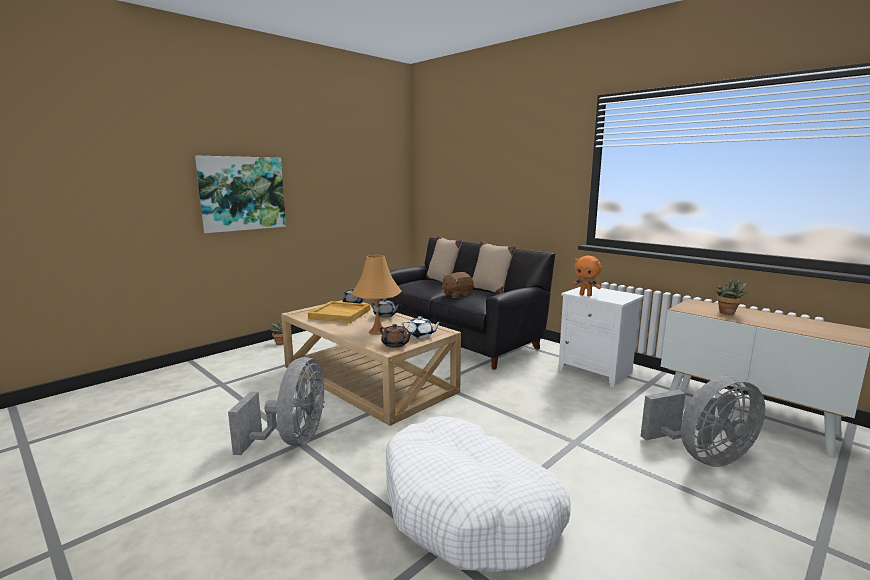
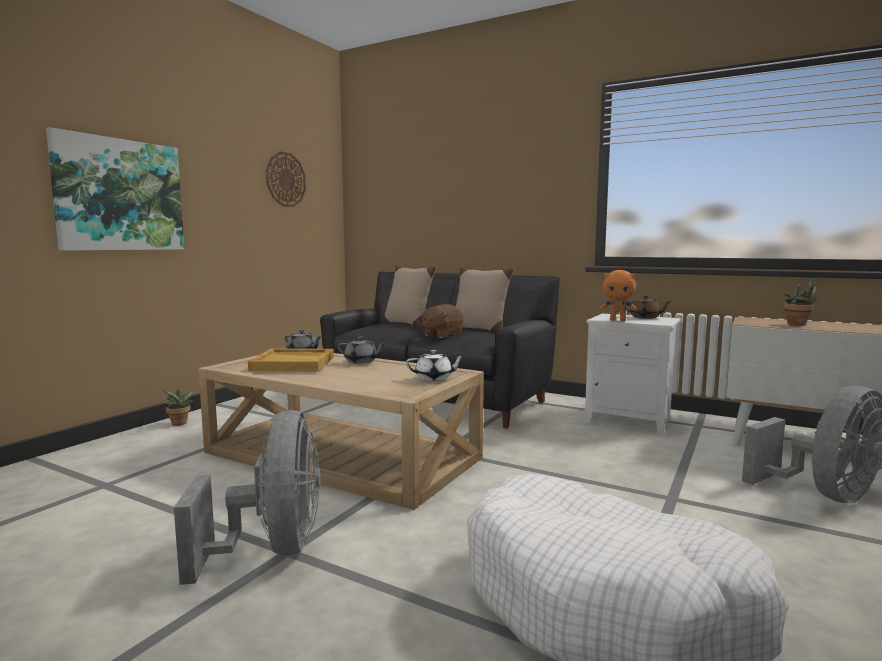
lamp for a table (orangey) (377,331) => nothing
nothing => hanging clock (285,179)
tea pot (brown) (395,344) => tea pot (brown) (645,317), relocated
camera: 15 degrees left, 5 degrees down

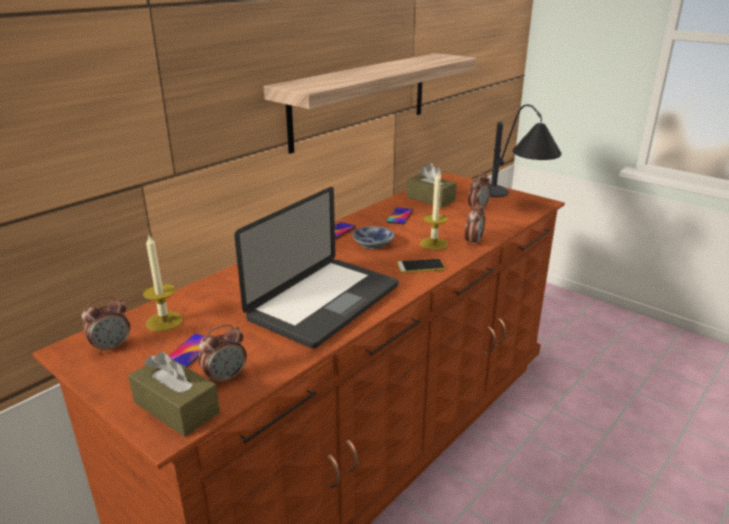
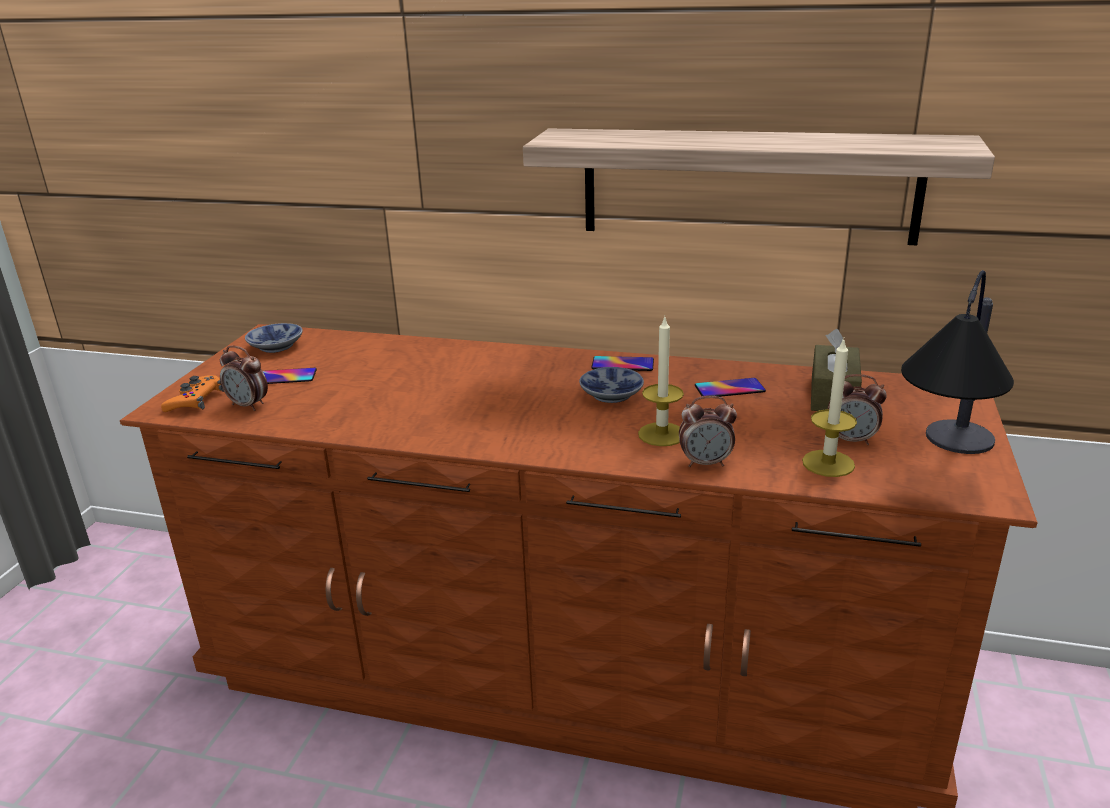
portable computer (324,302) => nothing
telephone (420,266) => nothing
wax light (164,321) => wax light (828,463), relocated
bedside clock (111,347) => deep dish (278,346)
box of tissues (brown) (176,407) => gamepad (orangey) (196,400)
camera: 65 degrees right, 0 degrees up

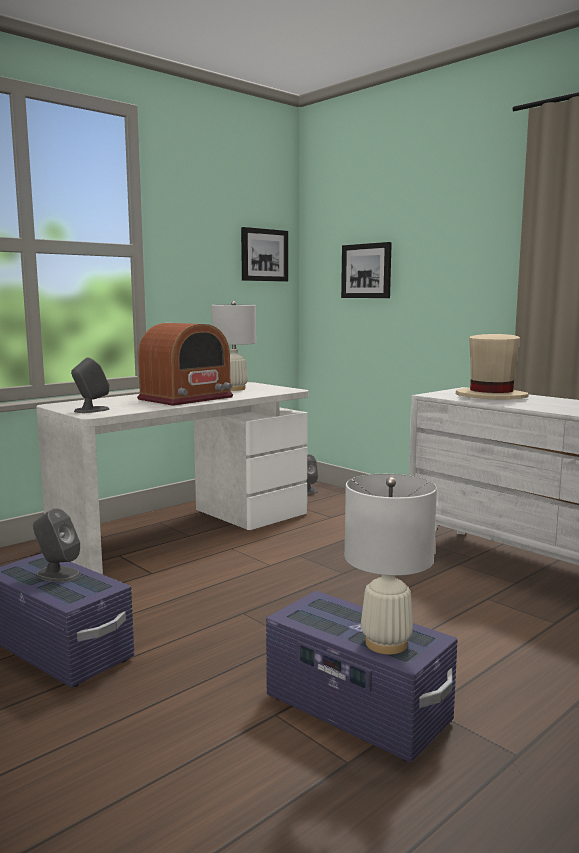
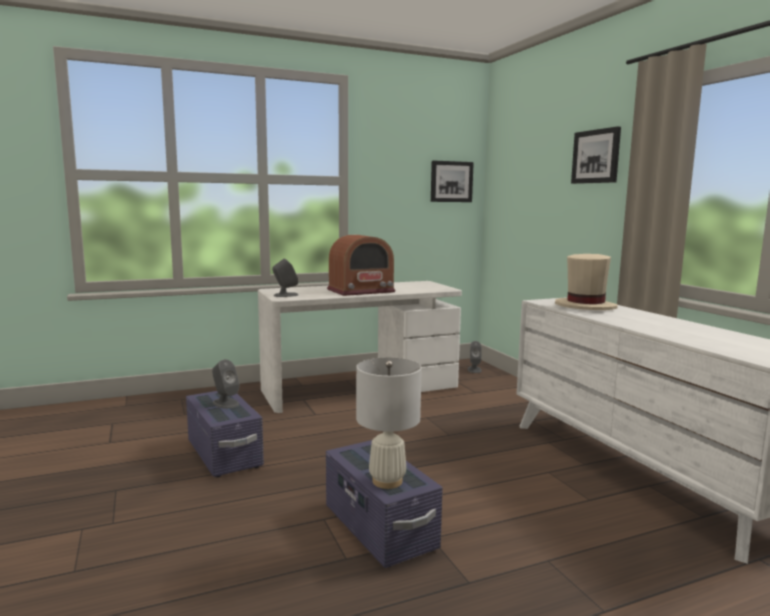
lamp for a table (whitish) (234,389) => nothing
wall art (366,271) => wall art (596,156), relocated
camera: 20 degrees right, 0 degrees up

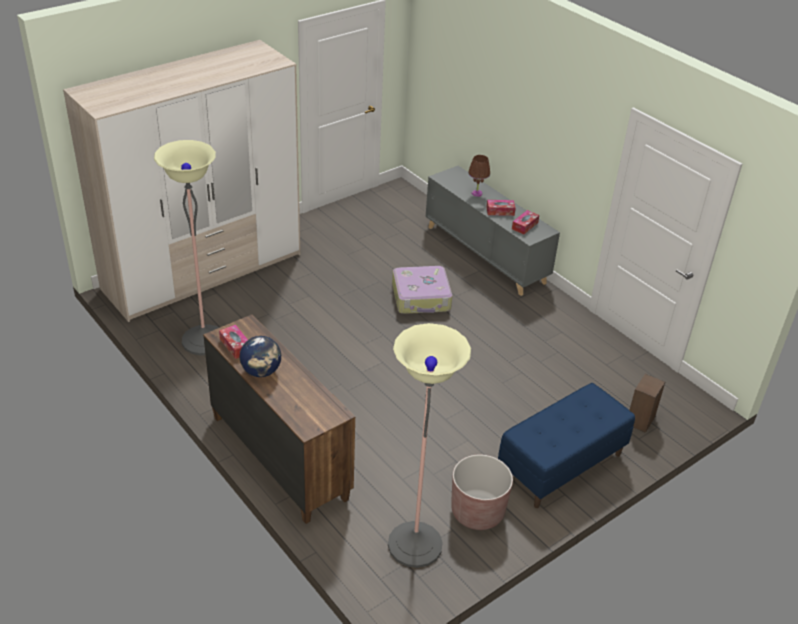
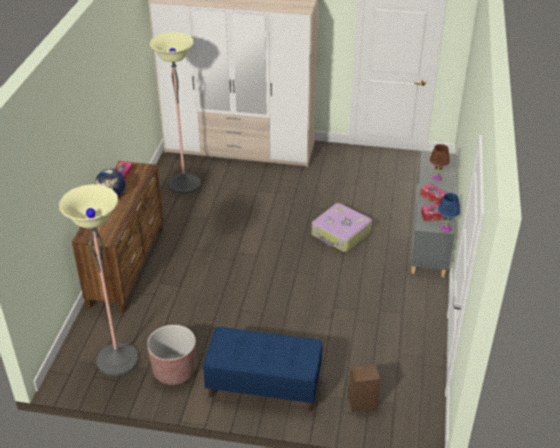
nothing => lamp for a table (blue-coloured) (445,228)
camera: 50 degrees right, 0 degrees up

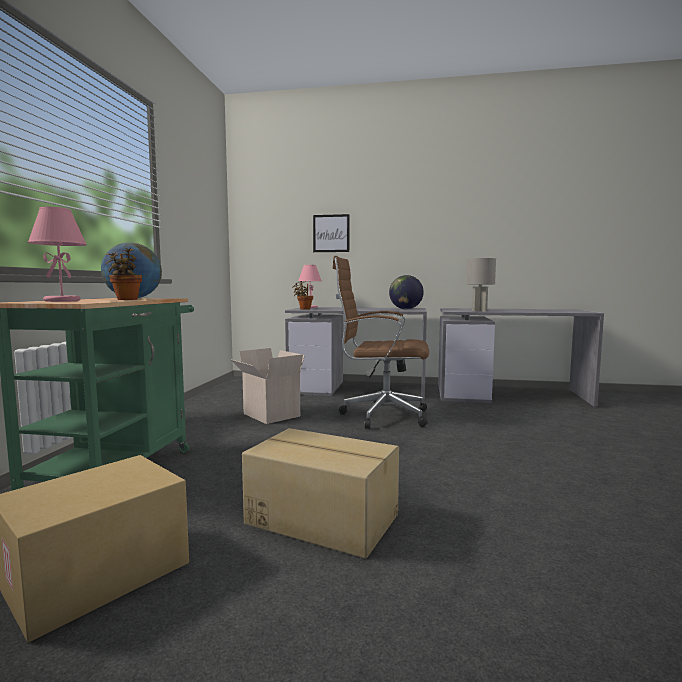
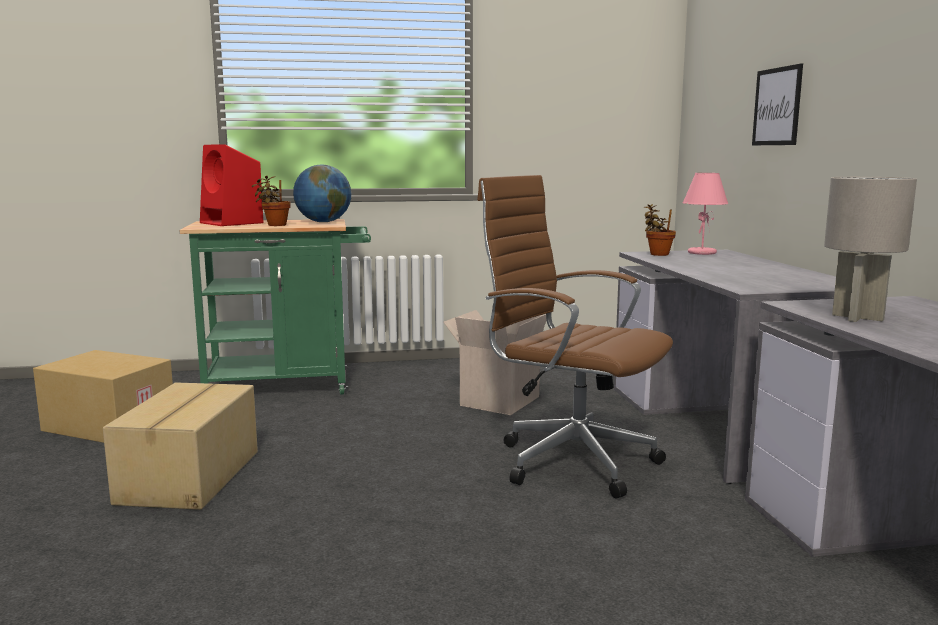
world globe (405,309) => nothing
lamp for a table (pink) (63,301) => audio speaker (red-coloured) (233,223)
desk chair (brown) (380,416) => desk chair (brown) (569,461), 45 degrees counterclockwise
camera: 70 degrees right, 5 degrees up

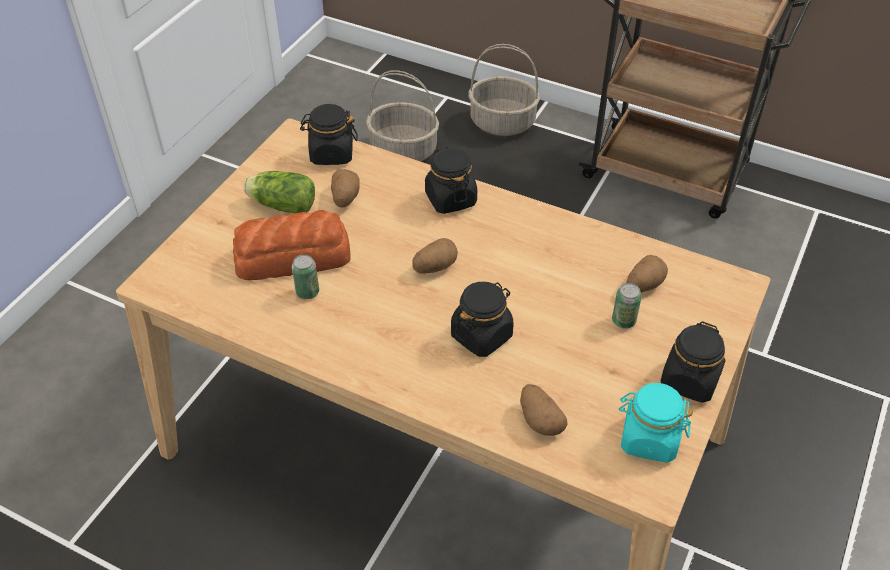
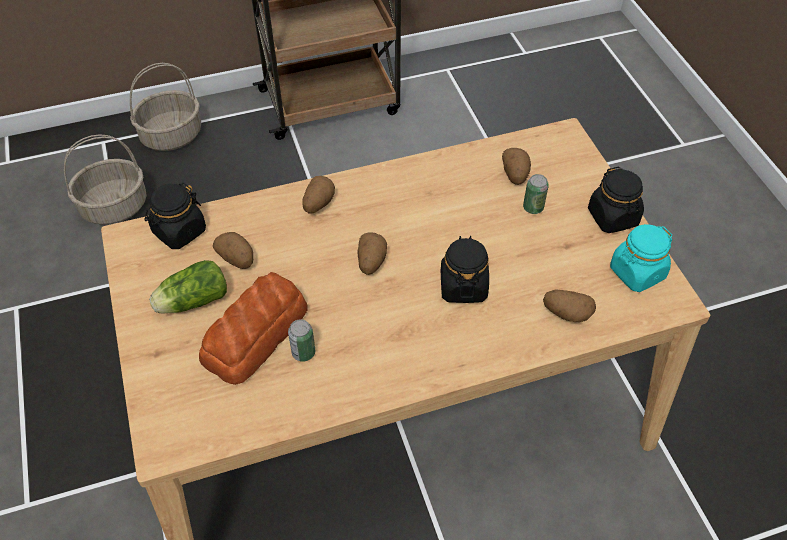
storage jar (black-coloured) (450,199) => potato (318,203)
camera: 45 degrees left, 5 degrees up

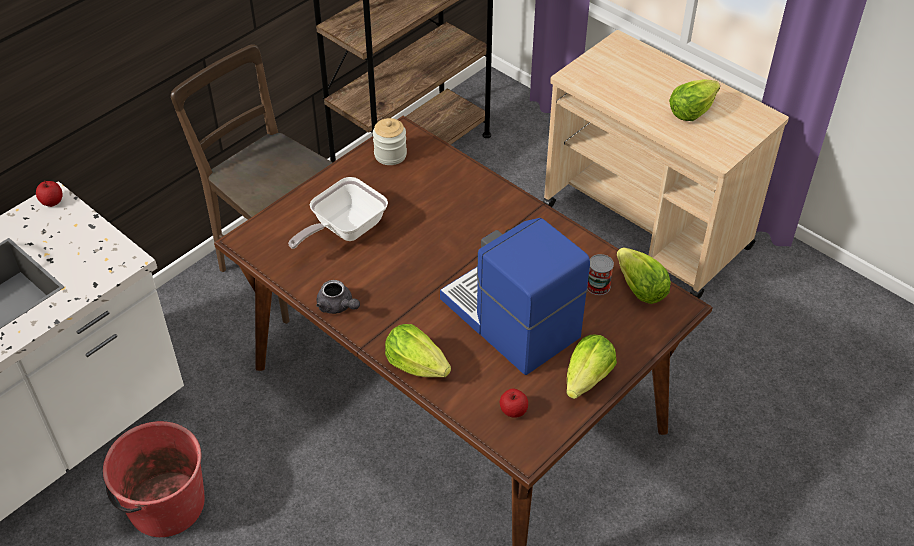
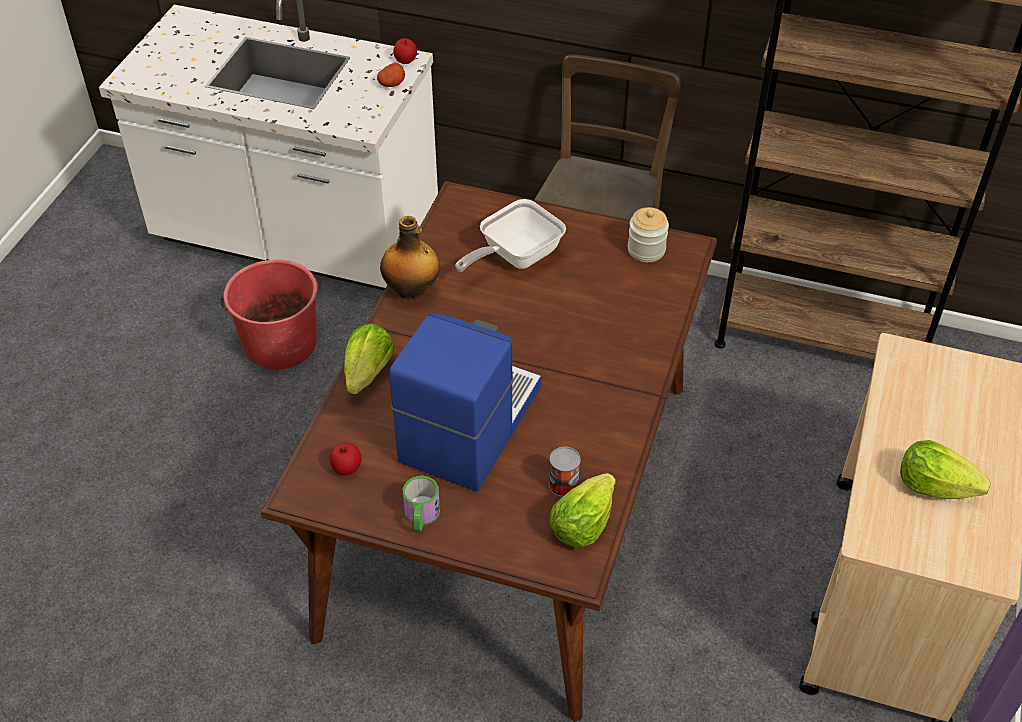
nothing => potato (392,84)
tea pot (grey) (338,306) => beverage bottle (412,290)
lettuce (588,378) => coffee mug (421,516)
pan (344,230) => pan (515,257), 60 degrees counterclockwise
camera: 65 degrees right, 0 degrees up

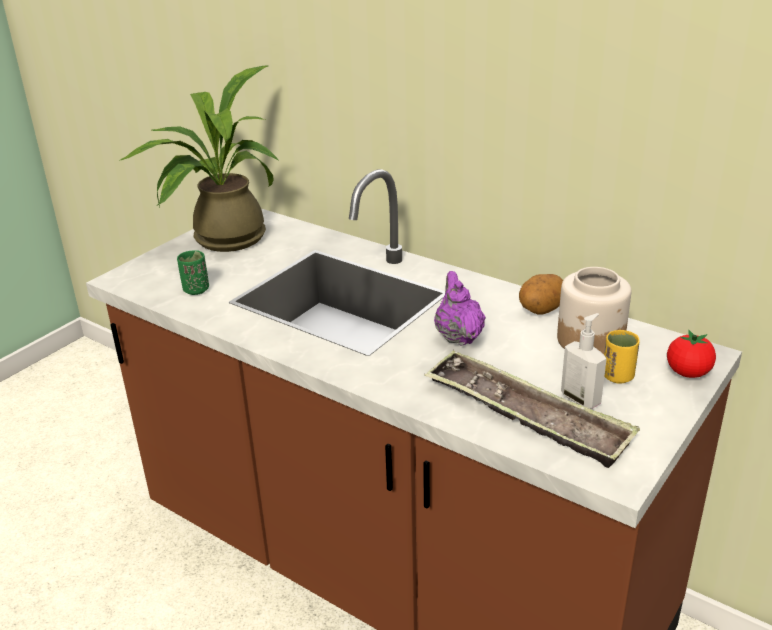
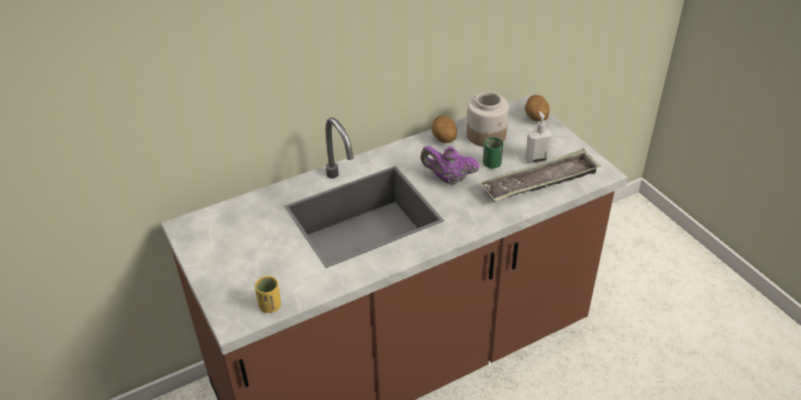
potted plant (221,240) => nothing
small cup (green) (196,290) => small cup (green) (492,164), relocated
small cup (yellowish) (617,376) => small cup (yellowish) (270,306), relocated
fresh tomato (688,373) => potato (535,118)
camera: 65 degrees left, 10 degrees up

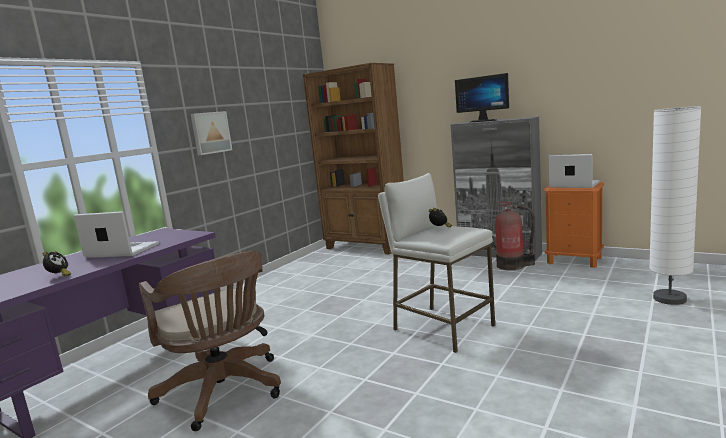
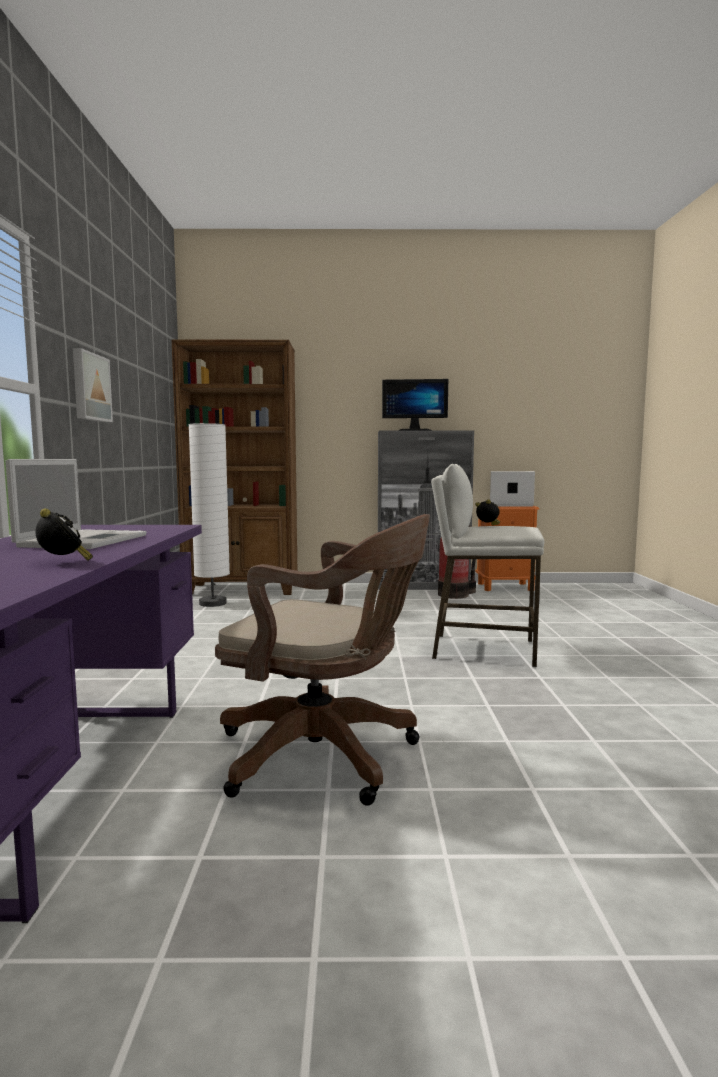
floor lamp (whitish) (669,299) => floor lamp (whitish) (213,603), relocated
portable computer (121,251) => portable computer (84,540), 120 degrees clockwise
camera: 35 degrees left, 5 degrees down

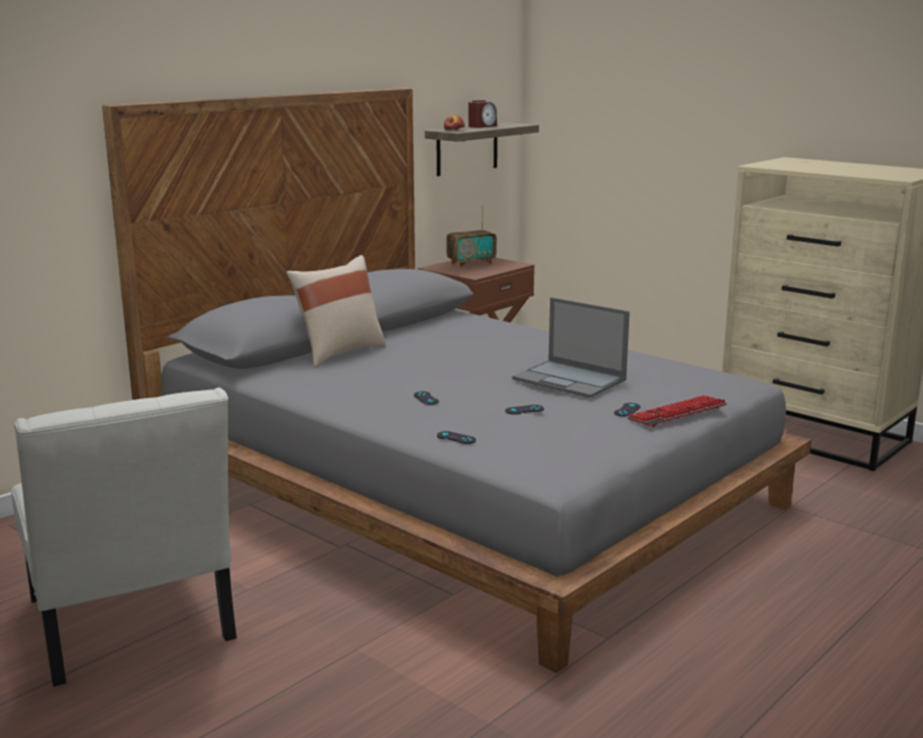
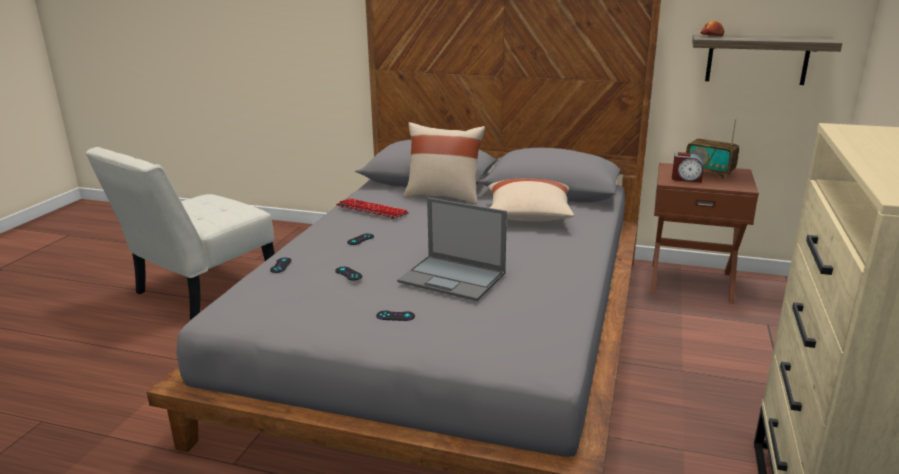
nothing => cushion (beige) (528,217)
bedside clock (482,126) => bedside clock (686,179), relocated
keyboard (677,413) => keyboard (371,210), relocated
portable computer (570,379) => portable computer (453,278), 75 degrees counterclockwise
camera: 65 degrees right, 5 degrees up

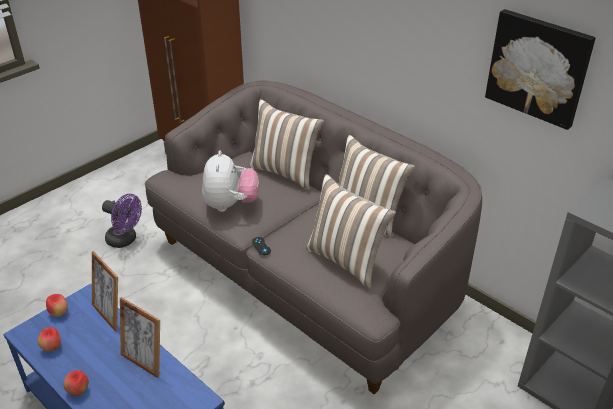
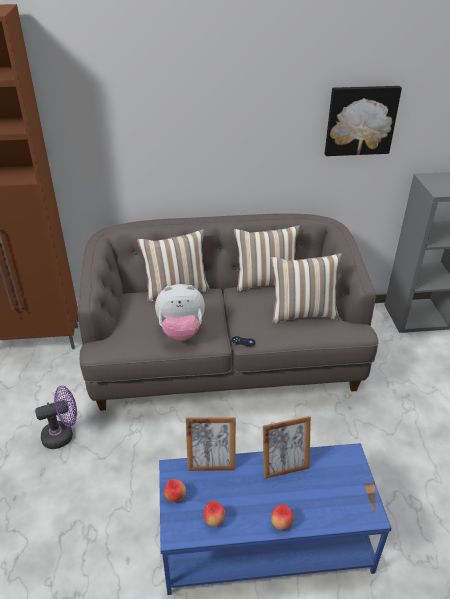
plush toy (230,205) => plush toy (181,332), 135 degrees clockwise
camera: 50 degrees left, 0 degrees up

